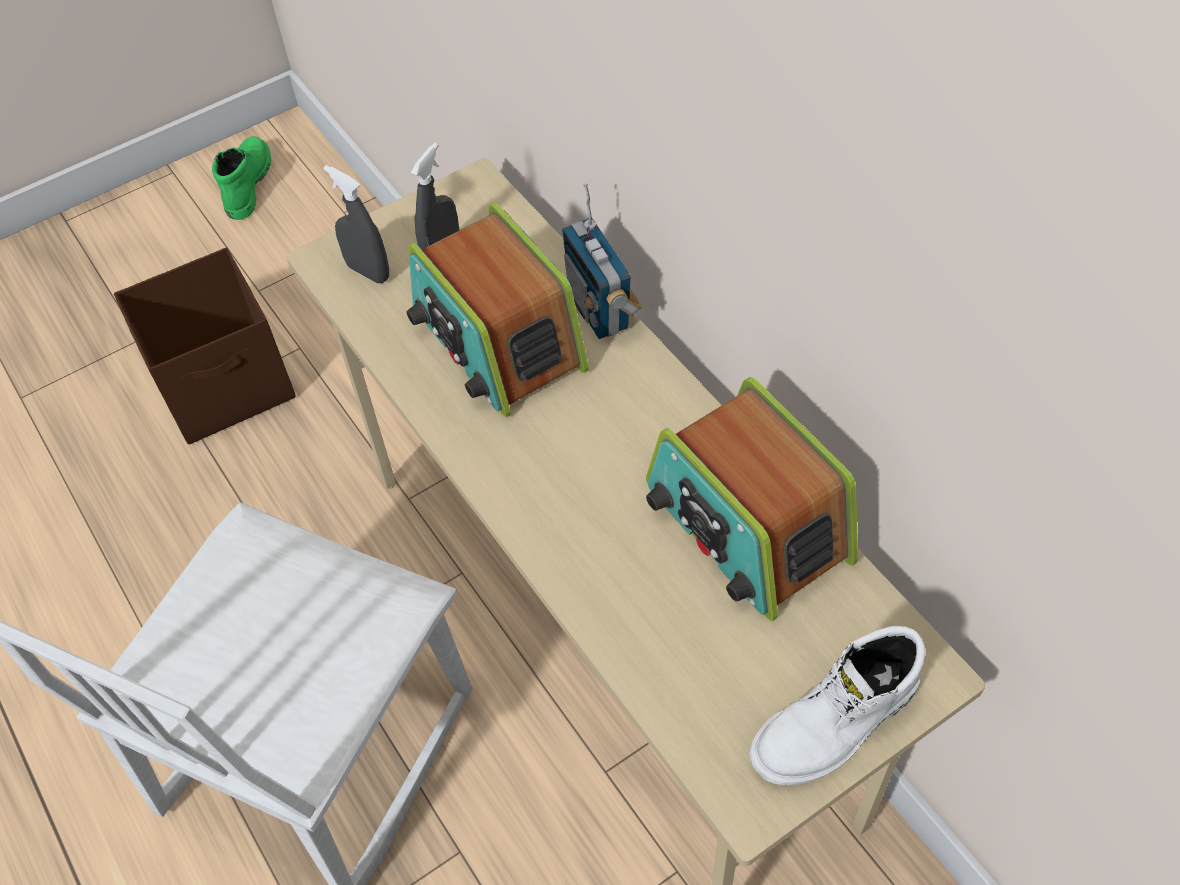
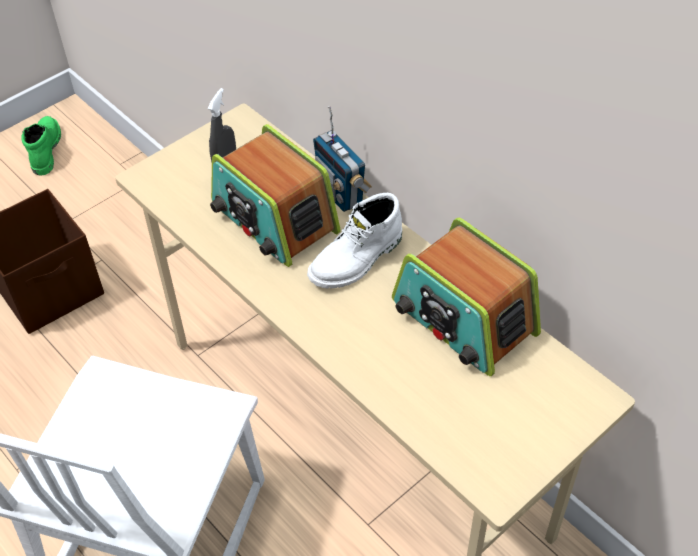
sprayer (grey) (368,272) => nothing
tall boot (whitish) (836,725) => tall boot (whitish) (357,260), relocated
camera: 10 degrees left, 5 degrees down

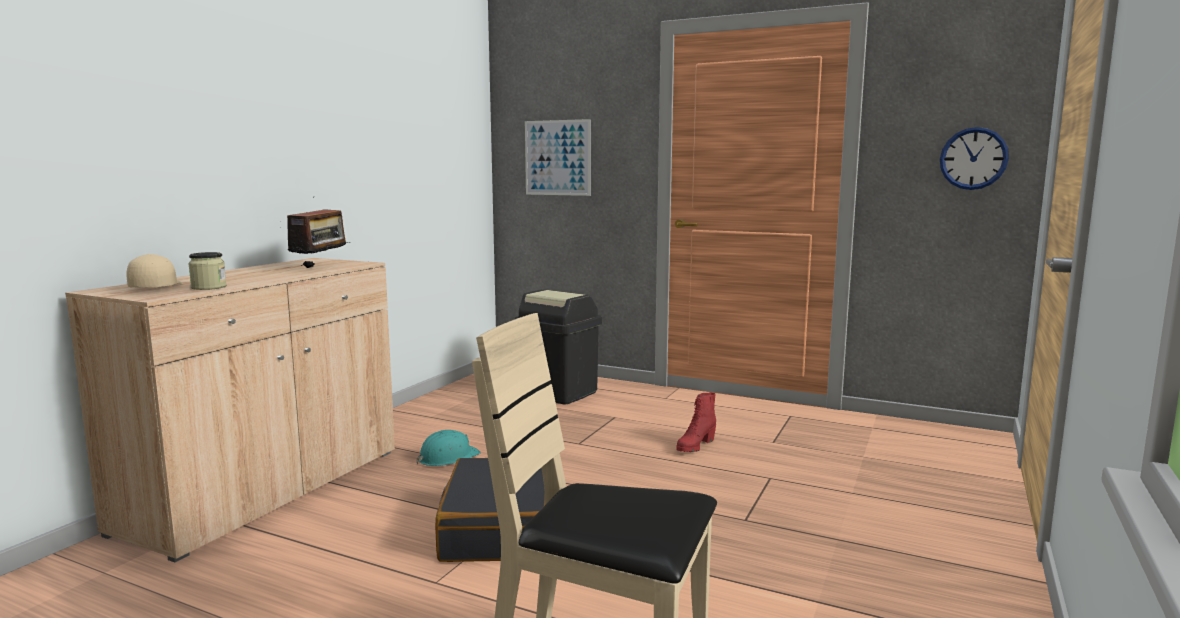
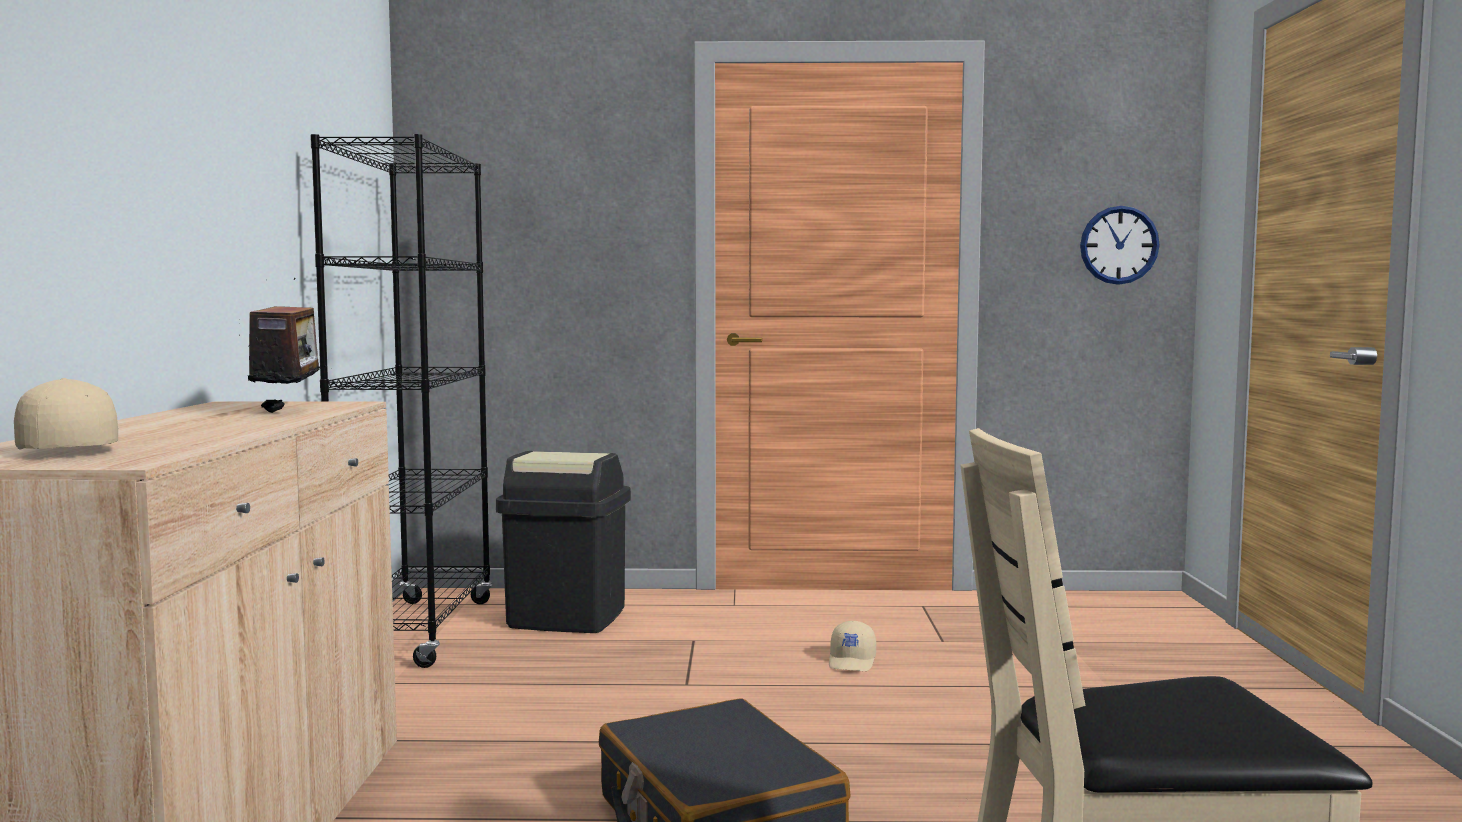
storage jar (209,287) => nothing
work helmet (turquoise-coloured) (448,457) => nothing
wall art (557,158) => nothing
nothing => bookcase (black-coloured) (417,632)
tall boot (red-coloured) (695,446) => cap (beige) (852,662)
camera: 25 degrees left, 5 degrees down

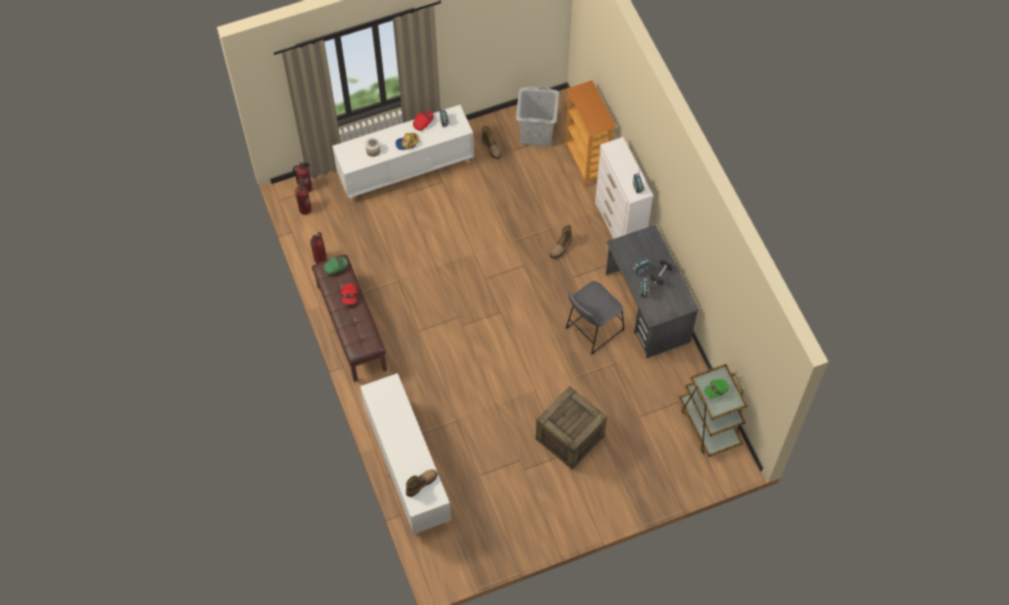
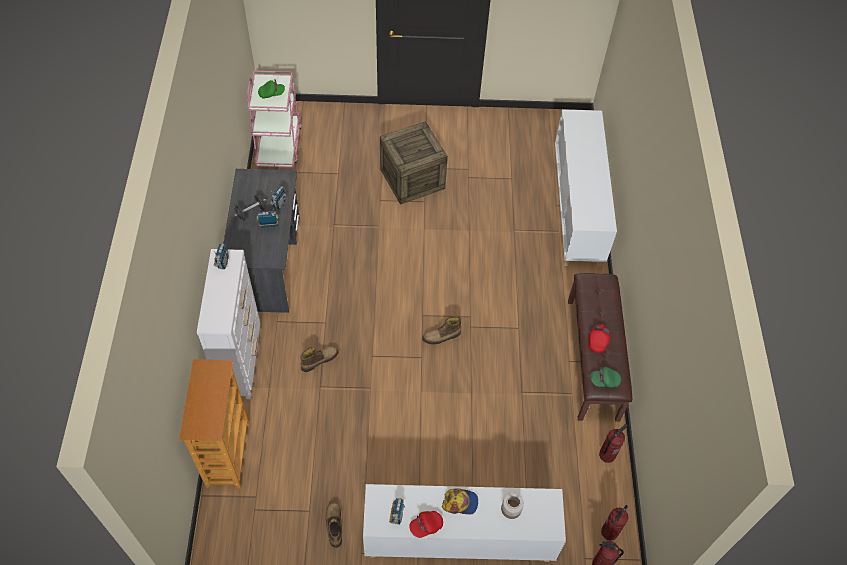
hamper (grey) (537,133) => nothing
stool seat (grey) (592,330) => nothing
tall boot (421,483) => tall boot (441,337), relocated
cart (brown) (709,424) => cart (pink) (279,145)
camera: 160 degrees left, 5 degrees down

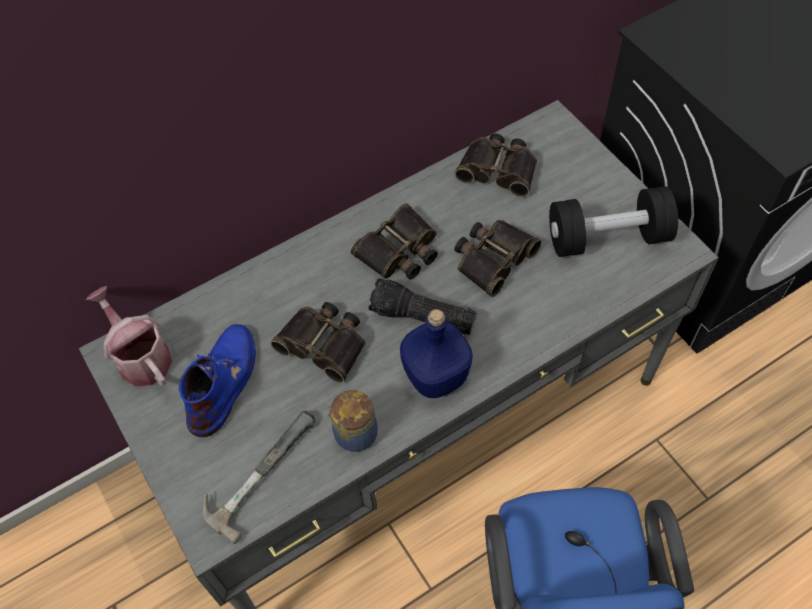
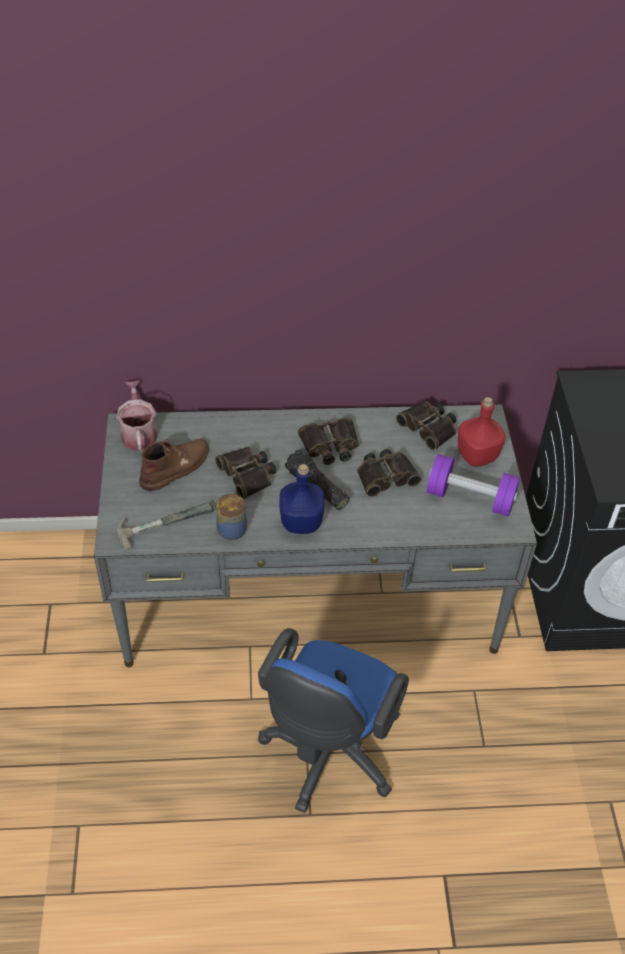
nothing => beverage bottle (red-coloured) (477,455)
tall boot (blue-coloured) (223,381) => tall boot (brown) (176,467)
free weight (black-coloured) (607,238) => free weight (purplish) (470,498)
camera: 25 degrees right, 10 degrees down

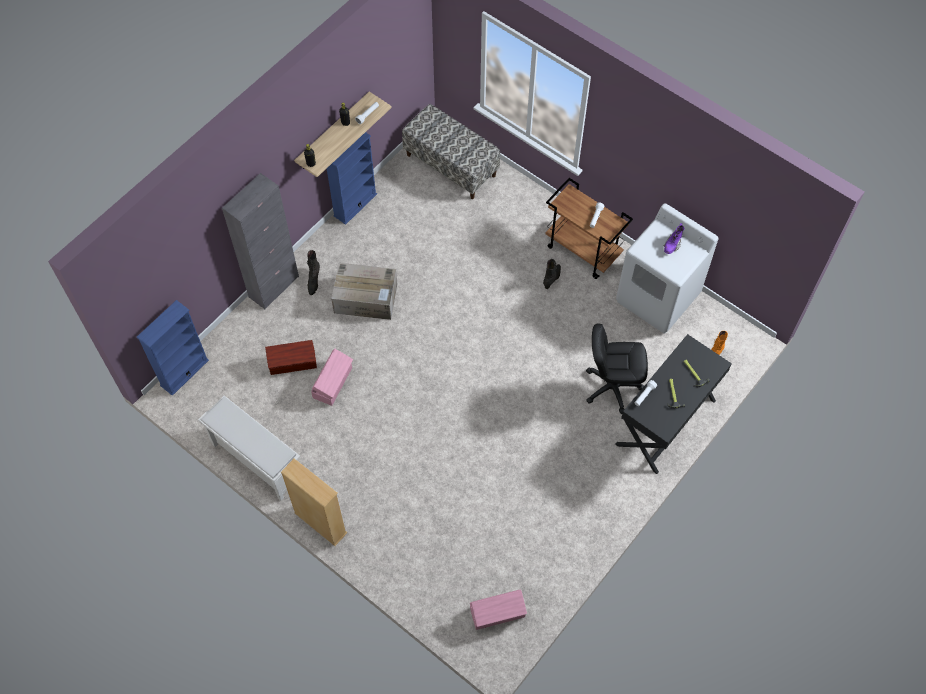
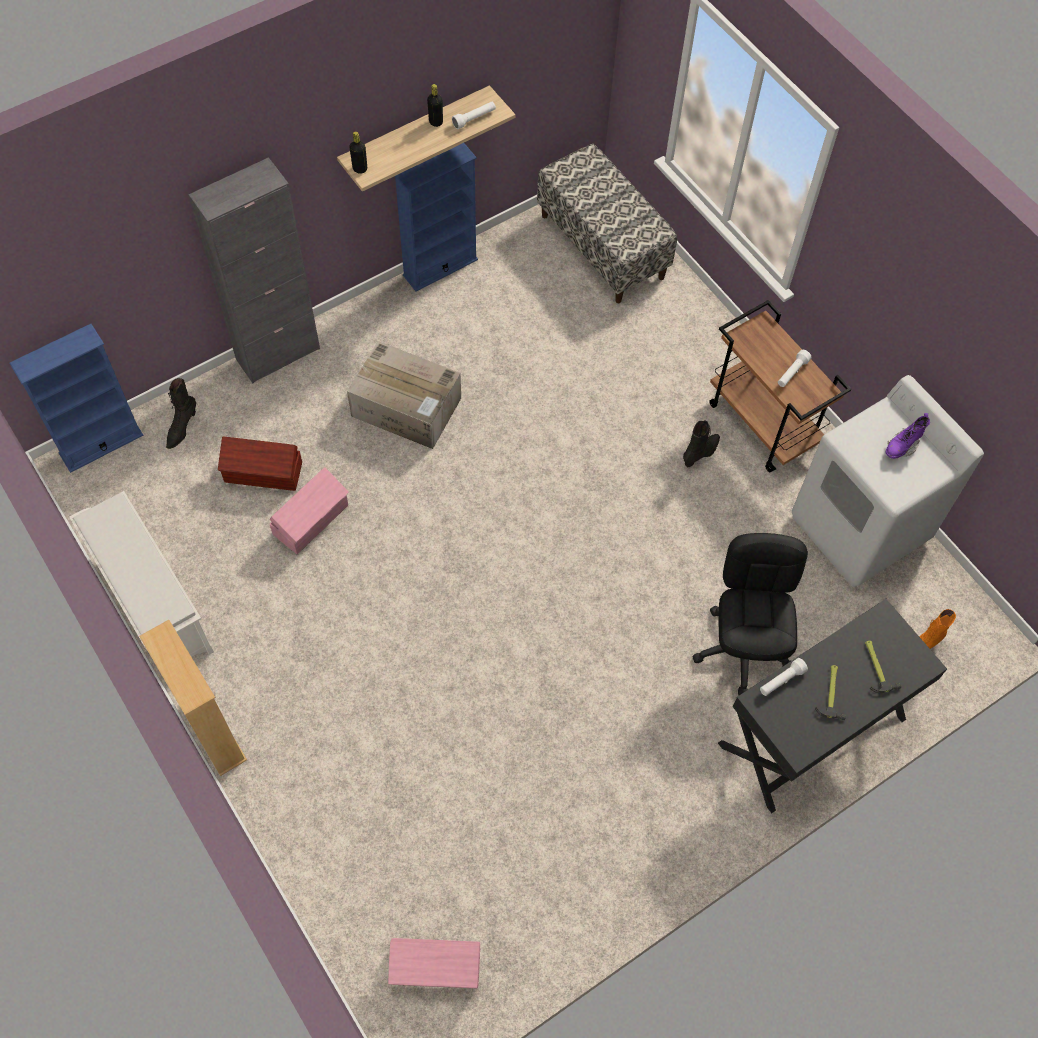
tall boot (black-coloured) (313,281) => tall boot (black-coloured) (182,428), relocated
desk chair (black-coloured) (612,387) => desk chair (black-coloured) (742,649), 75 degrees clockwise
camera: 15 degrees right, 0 degrees up

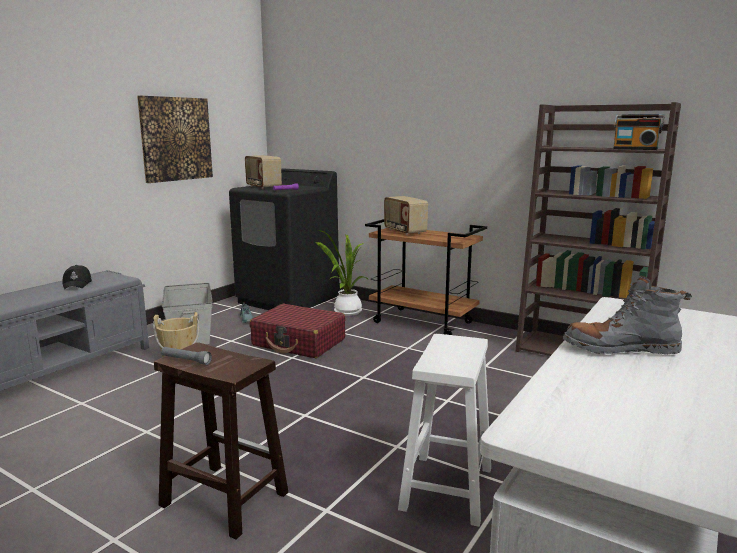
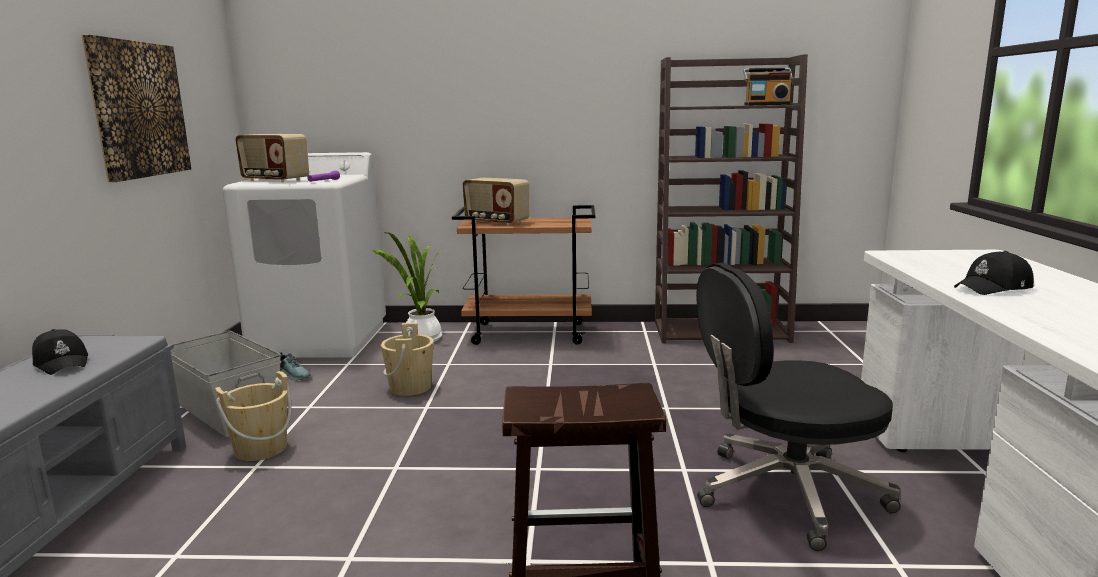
hand torch (grey) (186,360) => nothing
travel case (red-coloured) (299,342) => bucket (beige) (410,387)
stool seat (whitish) (447,487) => desk chair (black-coloured) (785,493)
tall boot (grey) (620,349) => cap (black-coloured) (994,288)
laundry appliance (black-coloured) (288,299) => laundry appliance (whitish) (321,339)
camera: 30 degrees left, 0 degrees up

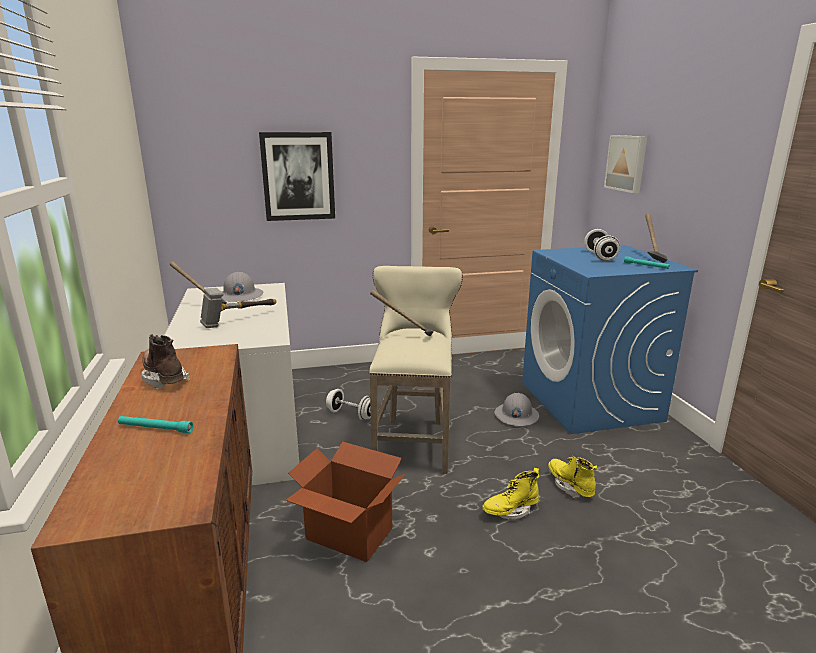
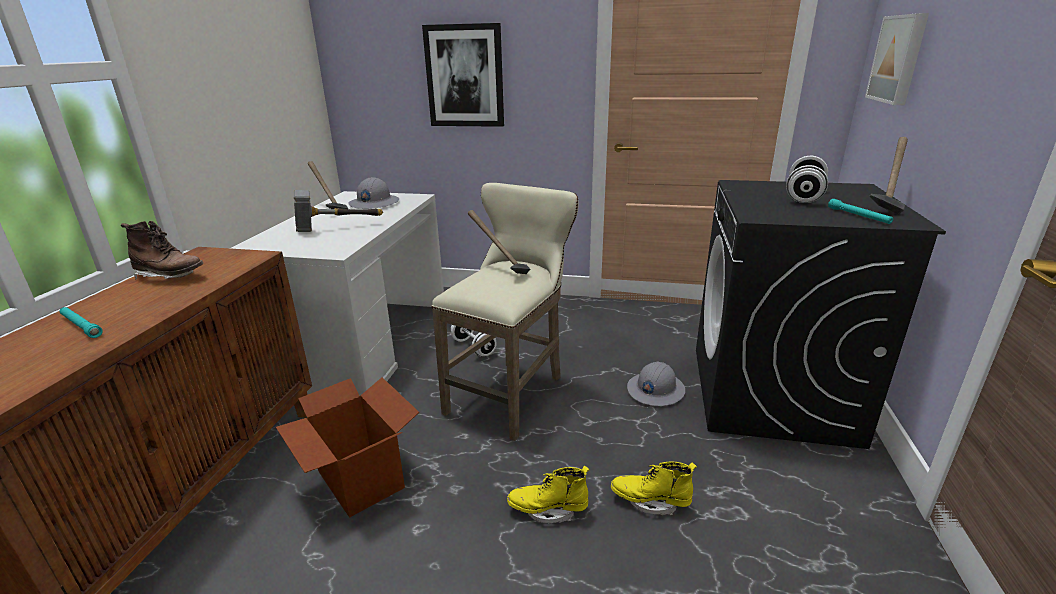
laundry appliance (blue-coloured) (590,402) => laundry appliance (black-coloured) (771,394)
tall boot (brown) (164,378) => tall boot (brown) (170,276), 120 degrees clockwise
tall boot (yellowish) (570,486) => tall boot (yellowish) (650,501), 75 degrees counterclockwise
camera: 25 degrees right, 5 degrees up

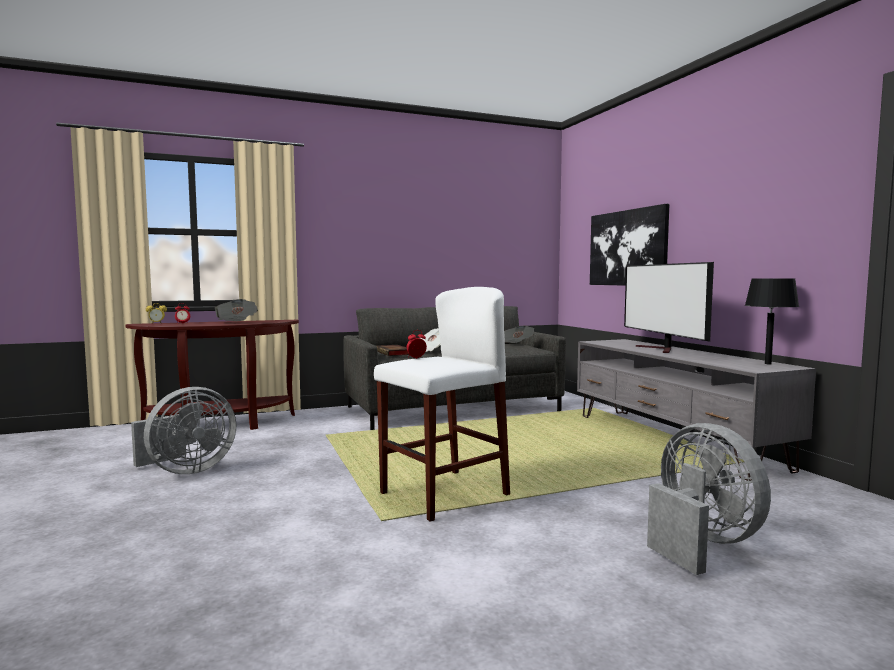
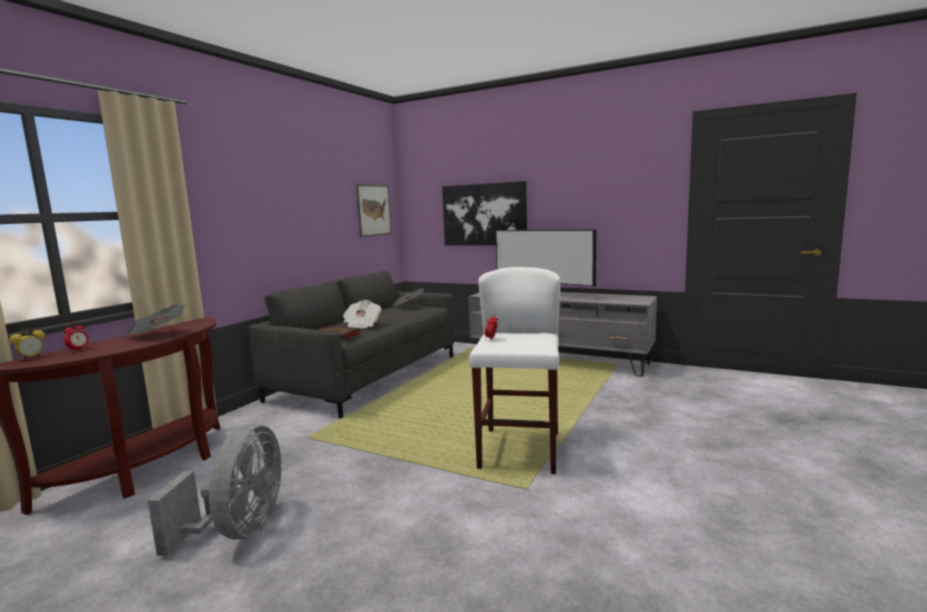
fan (grey) (700,543) => nothing
lamp for a table (black-coloured) (767,364) => nothing
nothing => wall art (374,210)
camera: 40 degrees left, 5 degrees up

